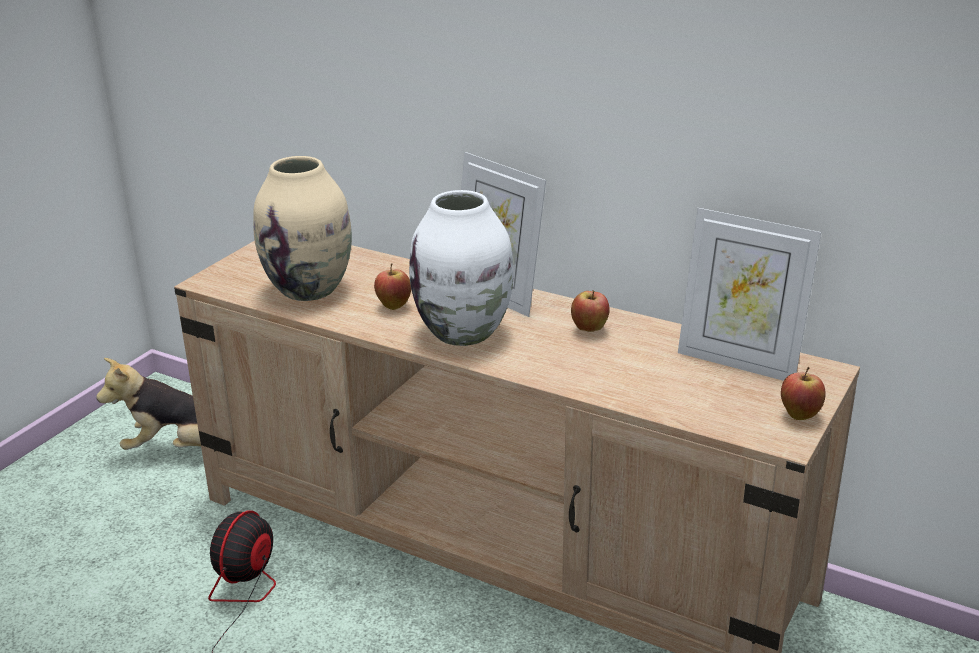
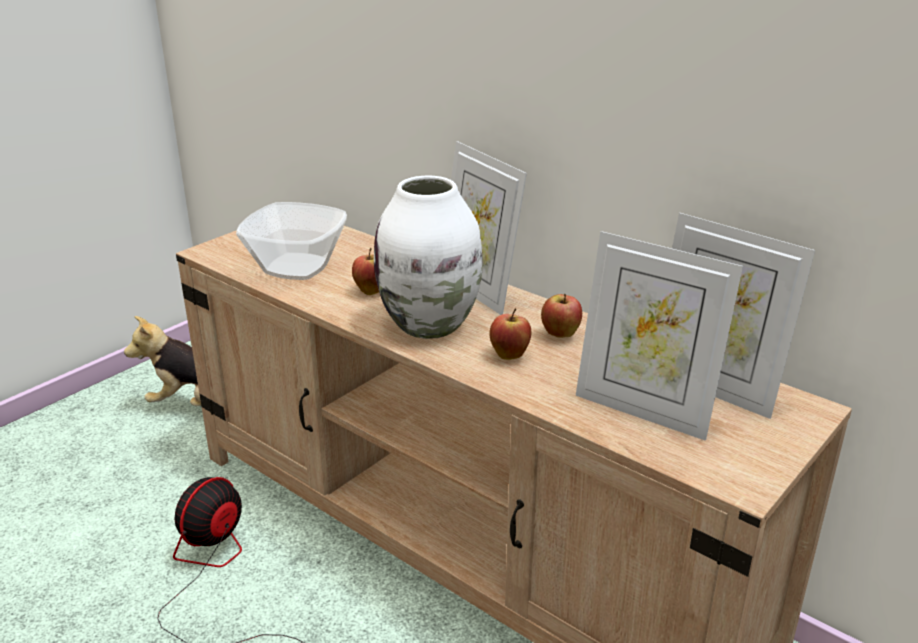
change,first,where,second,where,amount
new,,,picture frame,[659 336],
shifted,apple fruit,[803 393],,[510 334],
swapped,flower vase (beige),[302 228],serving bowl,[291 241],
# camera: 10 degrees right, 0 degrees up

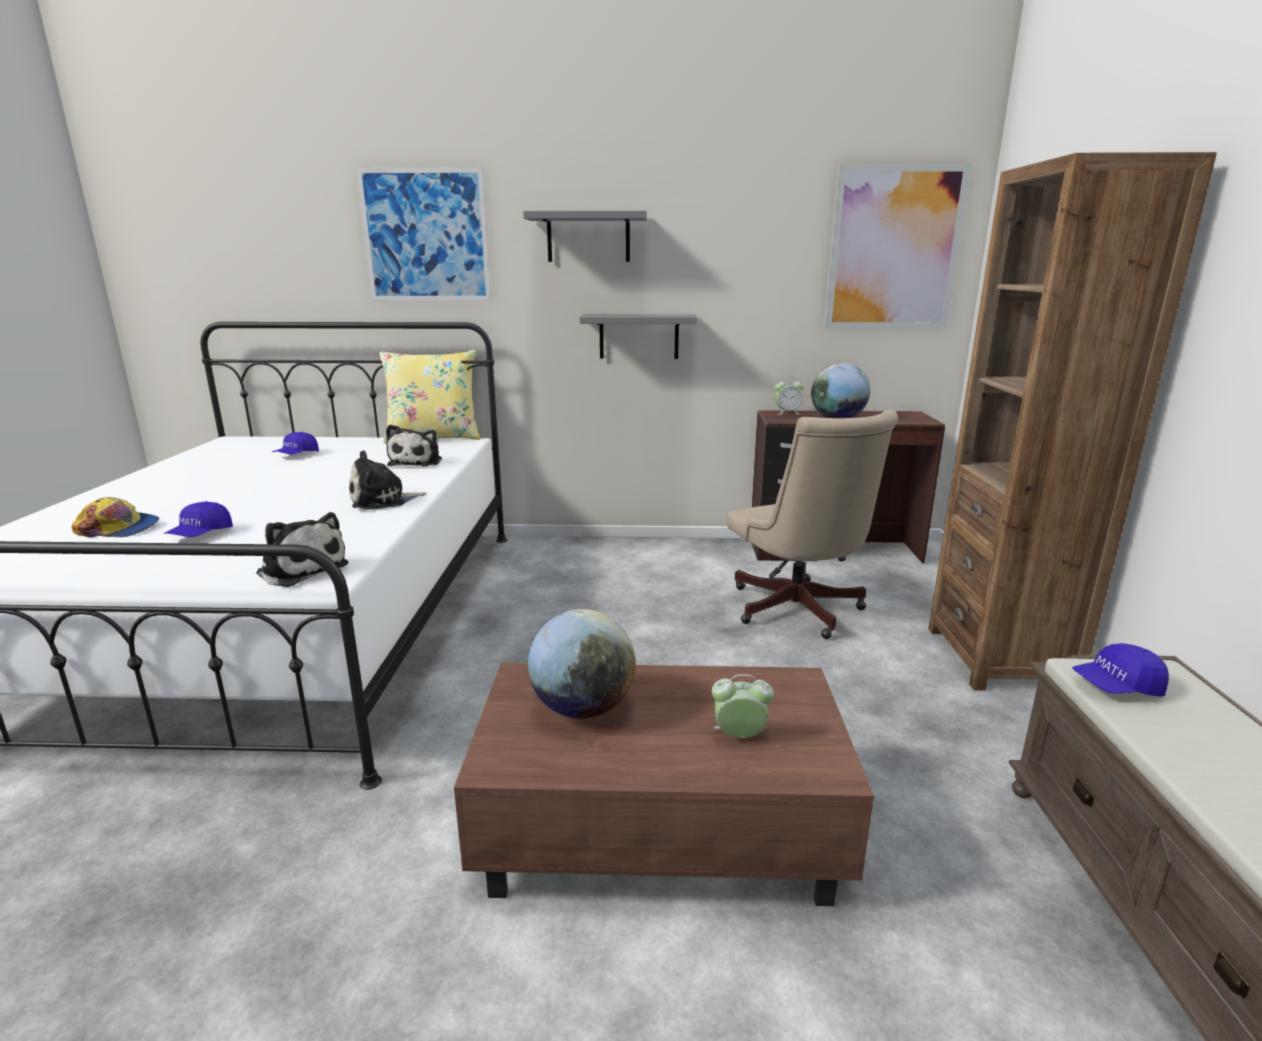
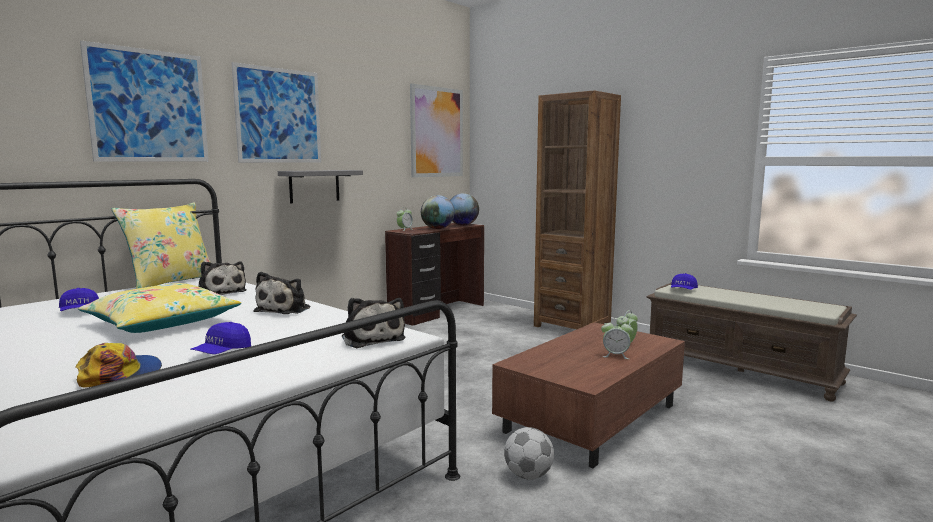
change,first,where,second,where,amount
gone,desk chair (beige),[812 524],,,
new,,,throw pillow (yellow),[159 308],
new,,,ball for football,[529 453],
new,,,bedside clock,[617 338],
shifted,world globe,[581 664],,[464 209],
swapped,bracket shelf (grey),[585 236],picture,[276 112],
rotated,baseball cap (bluish),[198 519],,[220 338],60 degrees clockwise
rotated,plush toy,[302 549],,[373 323],75 degrees clockwise
# camera: 50 degrees left, 10 degrees down

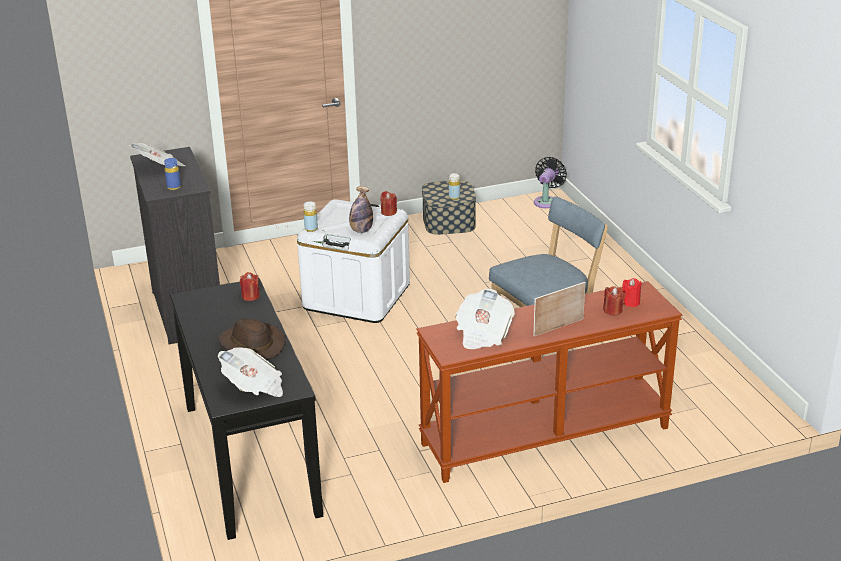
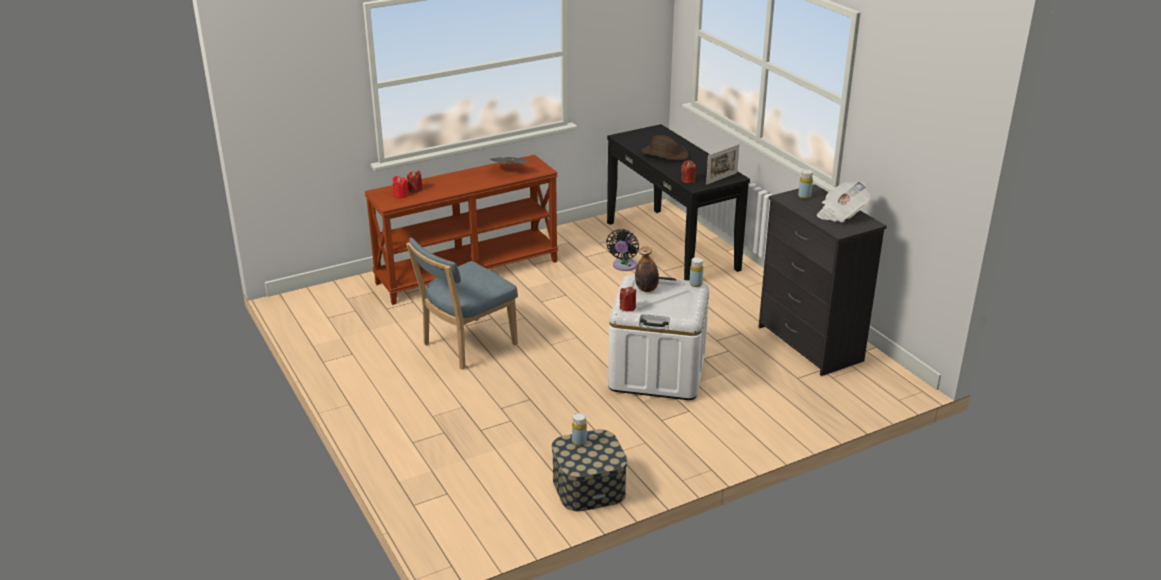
change,first,where,second,where,amount
gone,daily paper,[250 372],,,
shifted,picture frame,[559 309],,[722 164],
shifted,cooling fan (black-coloured),[550 182],,[622 250],
repainted,bottle (bluish),[172 174],bottle (yellow),[805 184],
# camera: 170 degrees right, 0 degrees up

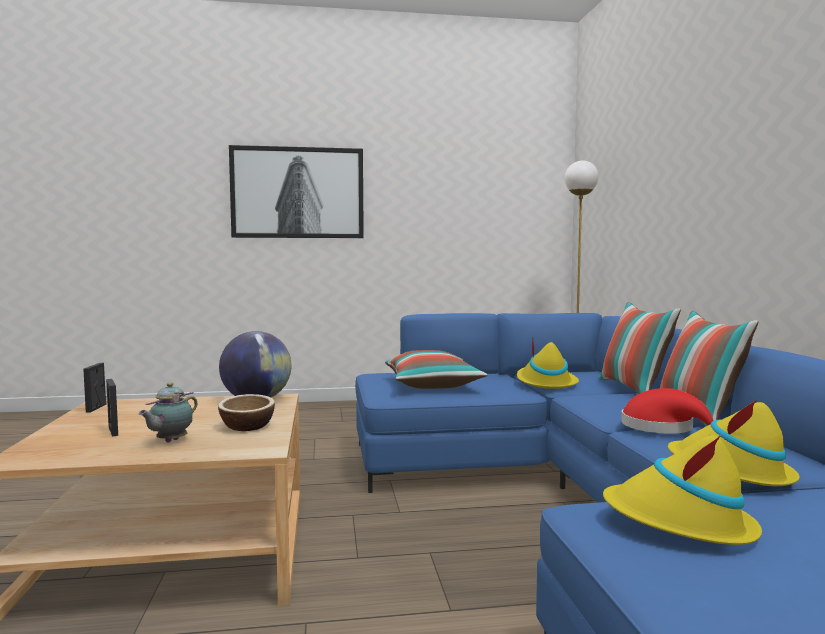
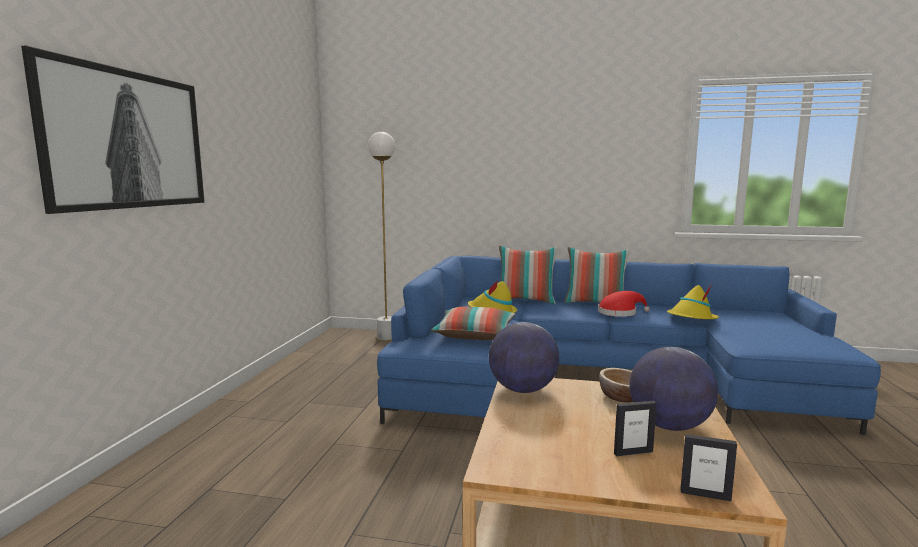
change,first,where,second,where,amount
gone,wearable hat (yellow),[682 490],,,
shifted,picture frame,[94 388],,[708 467],
swapped,teapot,[167 412],world globe,[673 389],
# camera: 70 degrees left, 5 degrees up

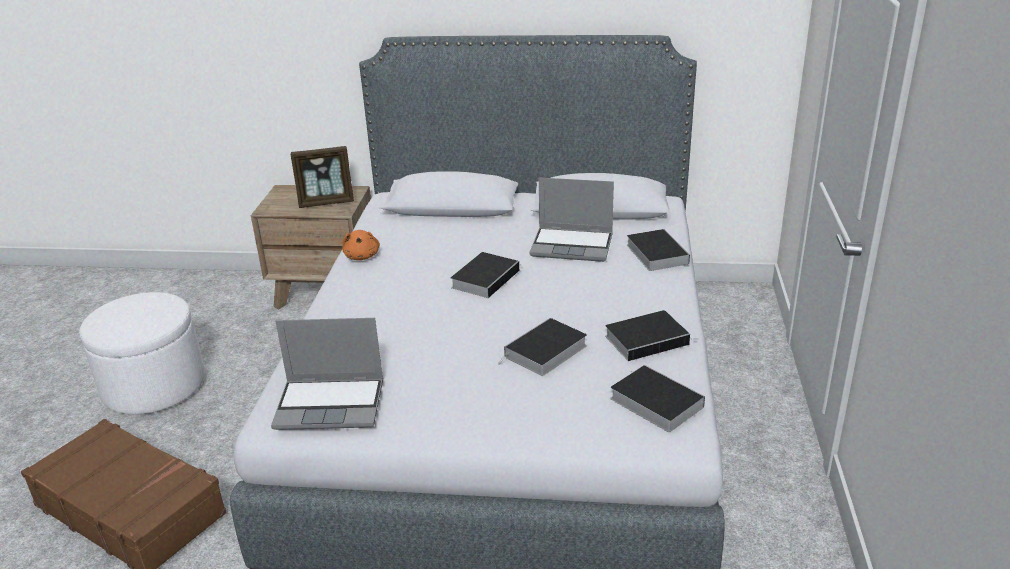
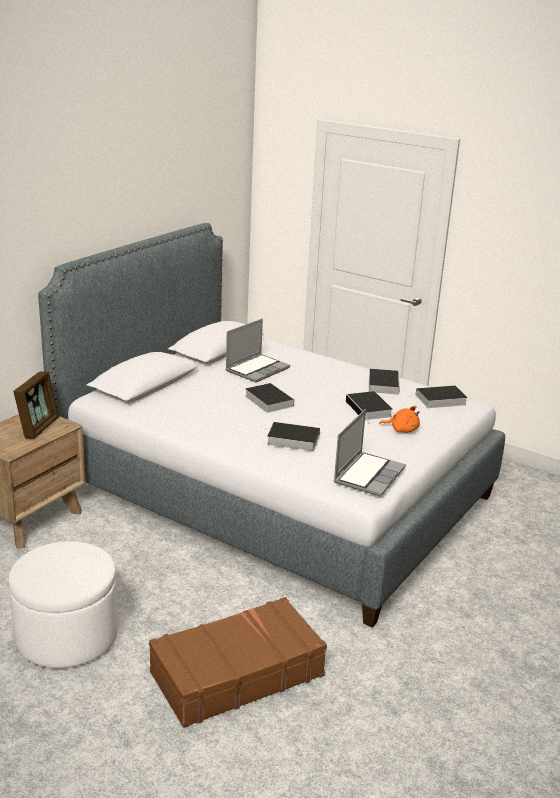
change,first,where,second,where,amount
shifted,plush toy (orange),[361 245],,[399 419],
shifted,bound book,[658 250],,[293 436],
# camera: 65 degrees left, 5 degrees down

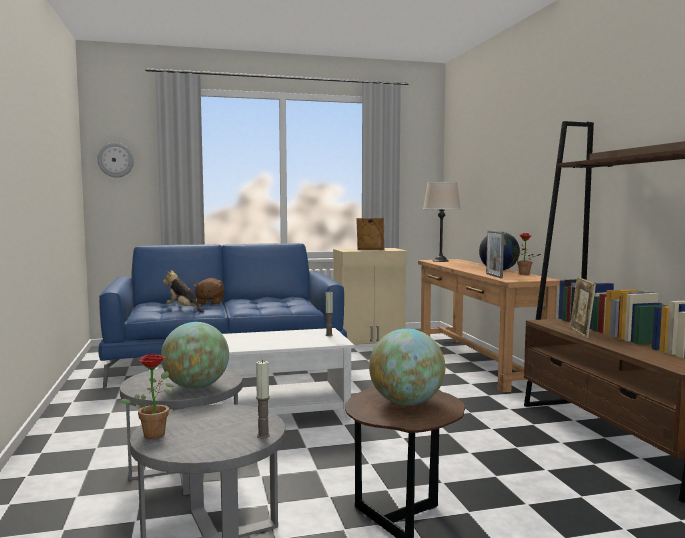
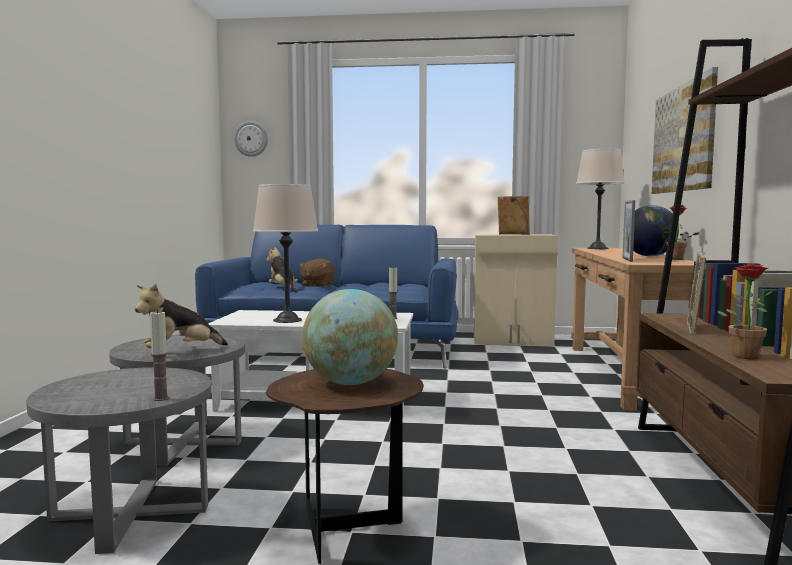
change,first,where,second,where,amount
new,,,lamp for a table (beige),[285 253],
new,,,picture,[685 130],
shifted,plant in a pot,[147 396],,[744 311],
swapped,world globe,[195 355],plush toy,[181 316],
# camera: 20 degrees right, 0 degrees up

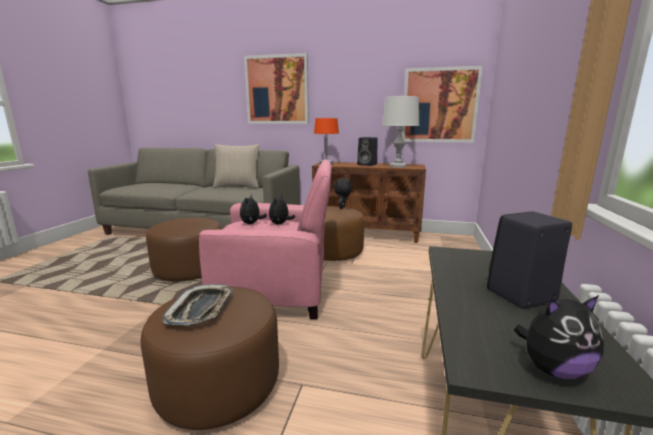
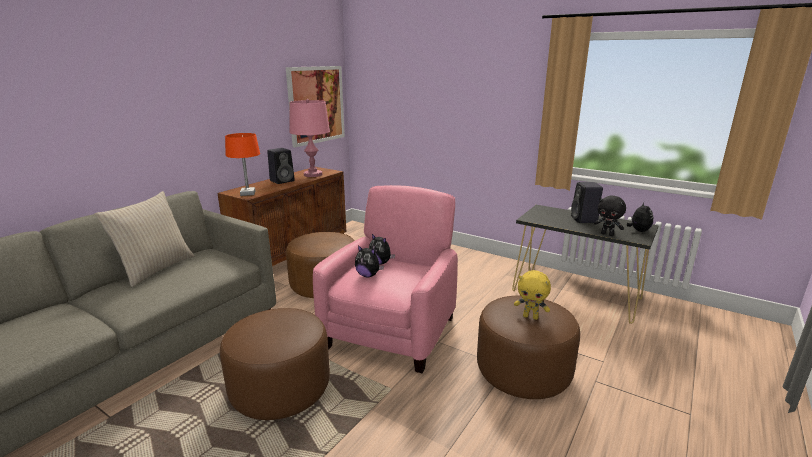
change,first,where,second,where,amount
gone,picture,[276 88],,,
shifted,plush toy (black-coloured),[343 193],,[610 216],
swapped,serving tray,[197 304],plush toy (yellow),[532 295],
repainted,lamp for a table (white),[400 131],lamp for a table (pink-coloured),[310 138],
# camera: 70 degrees left, 5 degrees up

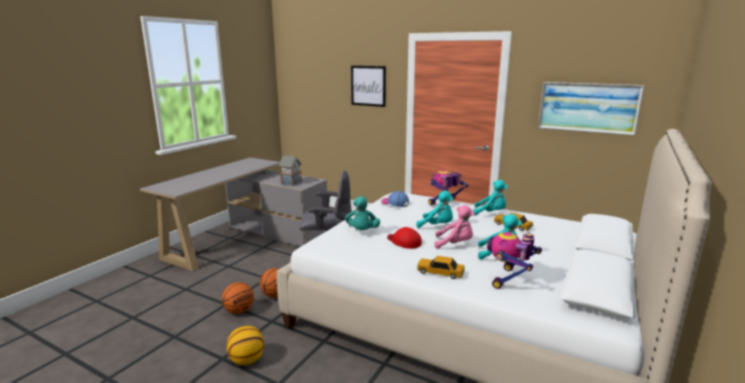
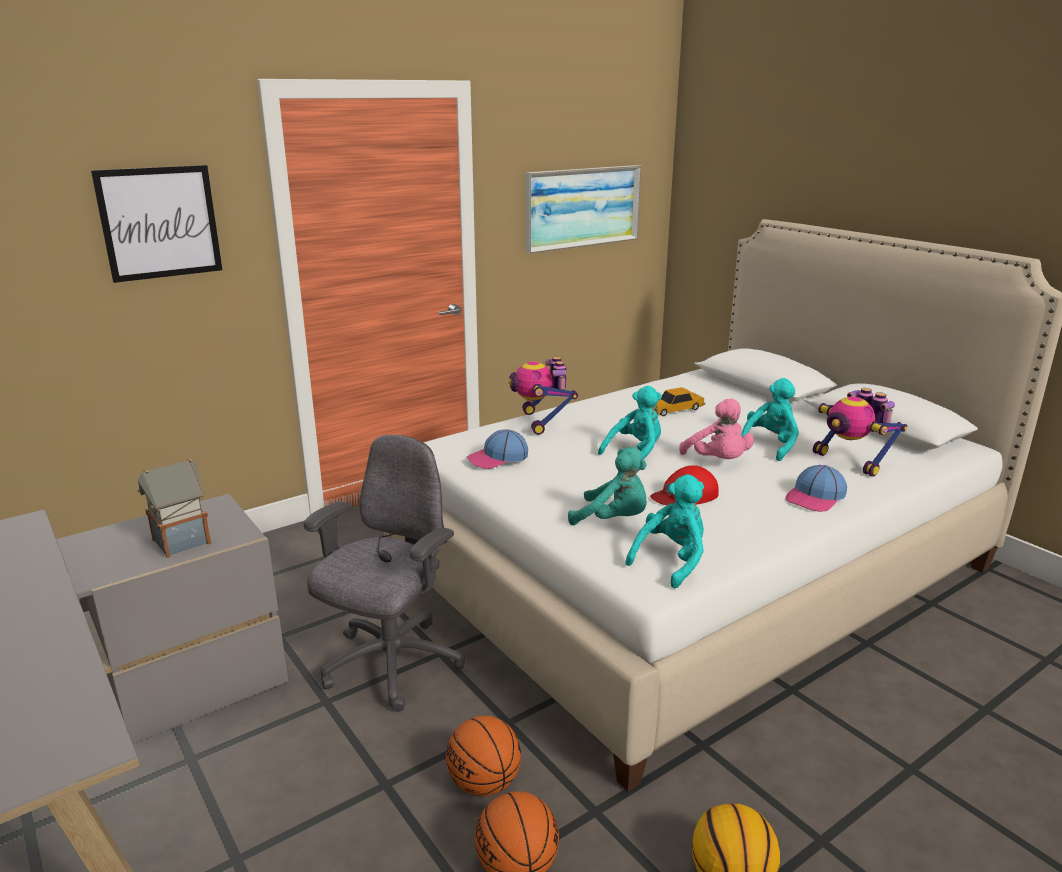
change,first,where,second,where,amount
shifted,plush toy (turquoise-coloured),[490 198],,[664 531],
swapped,toy car,[441 267],baseball cap,[816 488],
rotated,plush toy (pink-coloured),[455 227],,[716 429],120 degrees clockwise
# camera: 65 degrees left, 5 degrees up

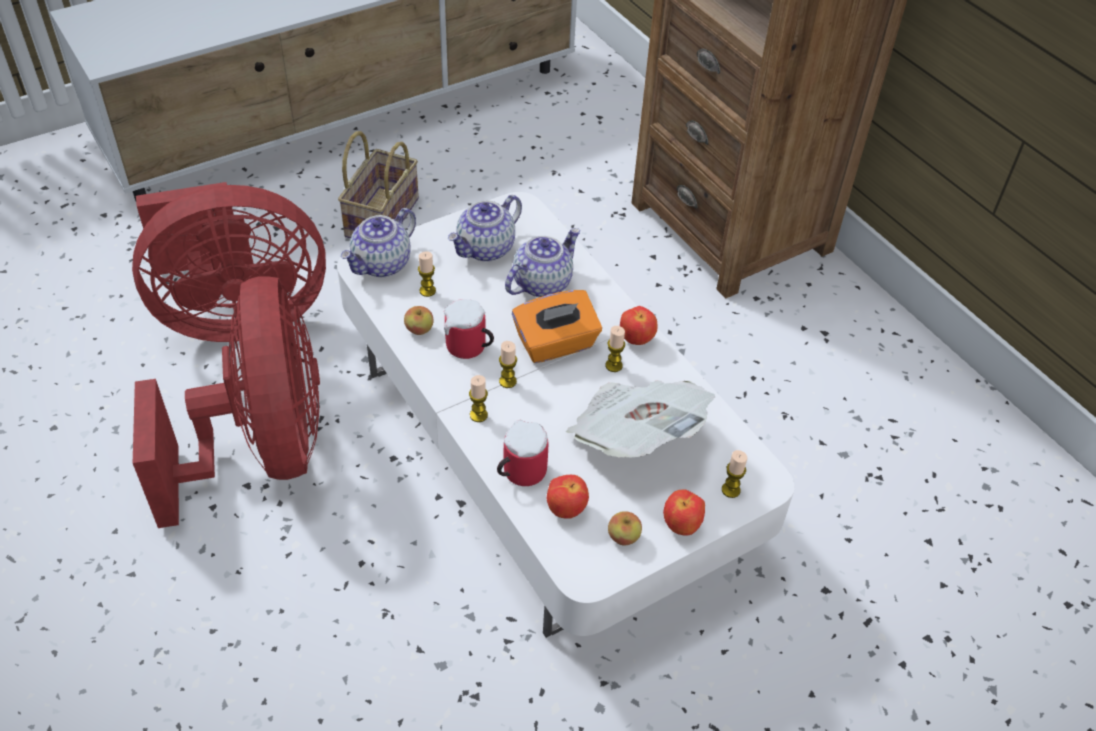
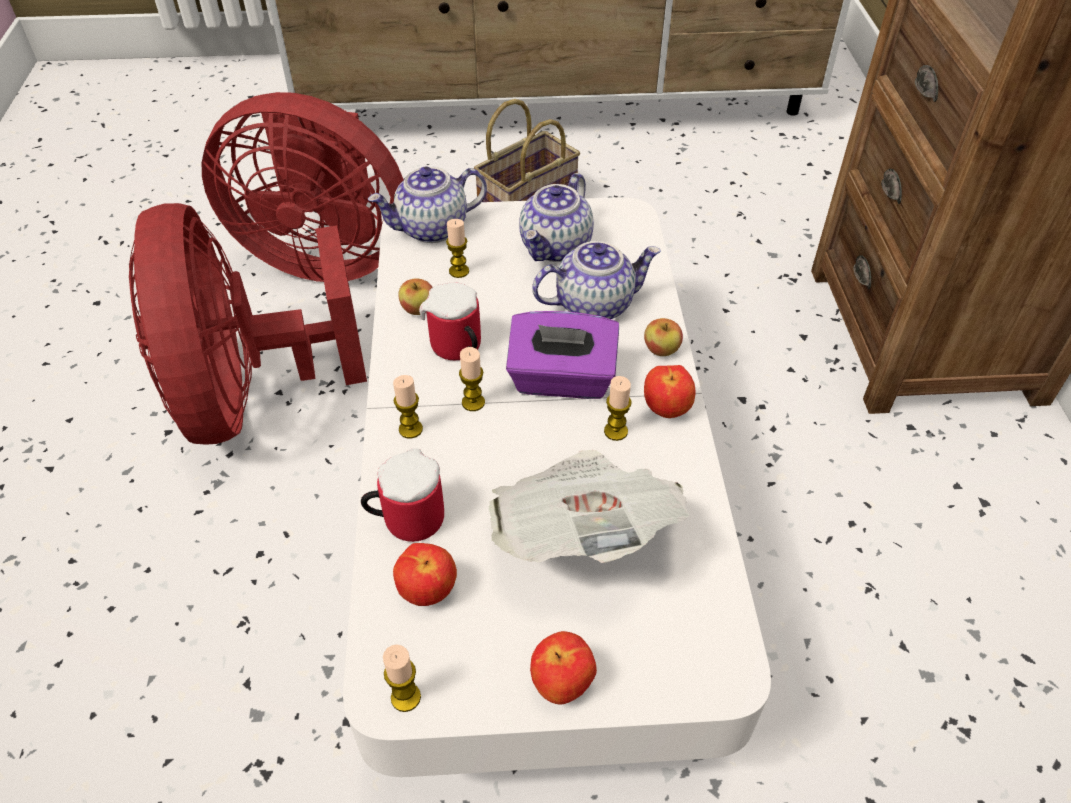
change,first,where,second,where,amount
shifted,apple fruit,[625 528],,[663 337],
shifted,wax light,[734 474],,[402 678],
repainted,box of tissues (orange),[557 326],box of tissues (purplish),[562 355],
rotated,cooling fan (red),[226 402],,[248 324],150 degrees clockwise
rotated,teapot,[485 228],,[556 217],45 degrees counterclockwise
# camera: 30 degrees right, 0 degrees up

